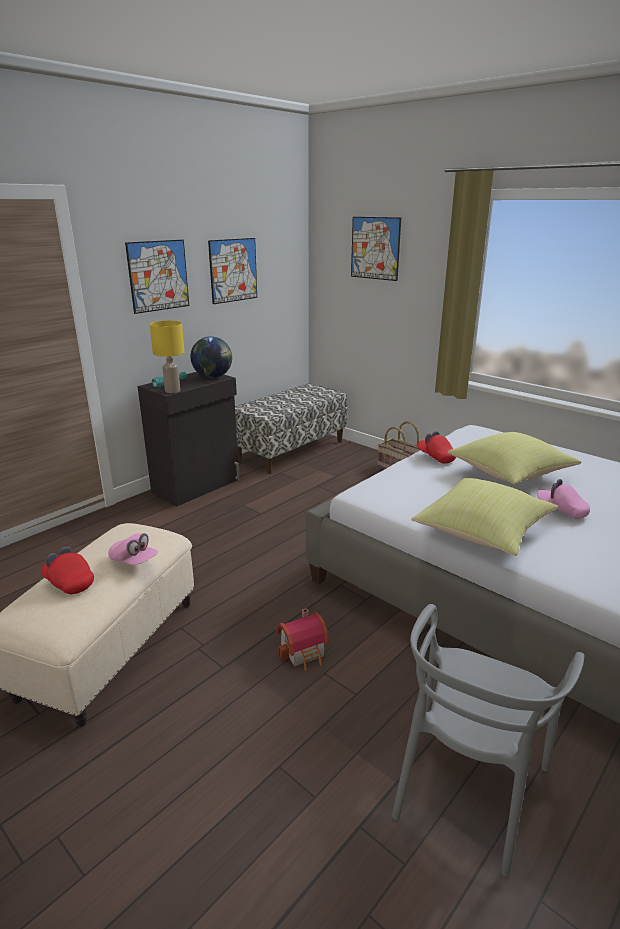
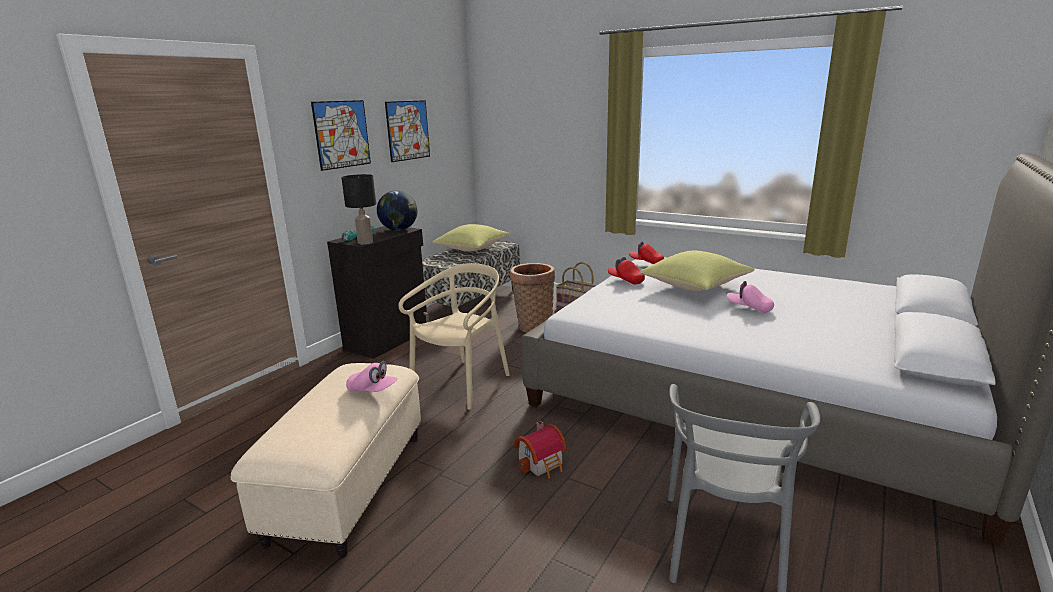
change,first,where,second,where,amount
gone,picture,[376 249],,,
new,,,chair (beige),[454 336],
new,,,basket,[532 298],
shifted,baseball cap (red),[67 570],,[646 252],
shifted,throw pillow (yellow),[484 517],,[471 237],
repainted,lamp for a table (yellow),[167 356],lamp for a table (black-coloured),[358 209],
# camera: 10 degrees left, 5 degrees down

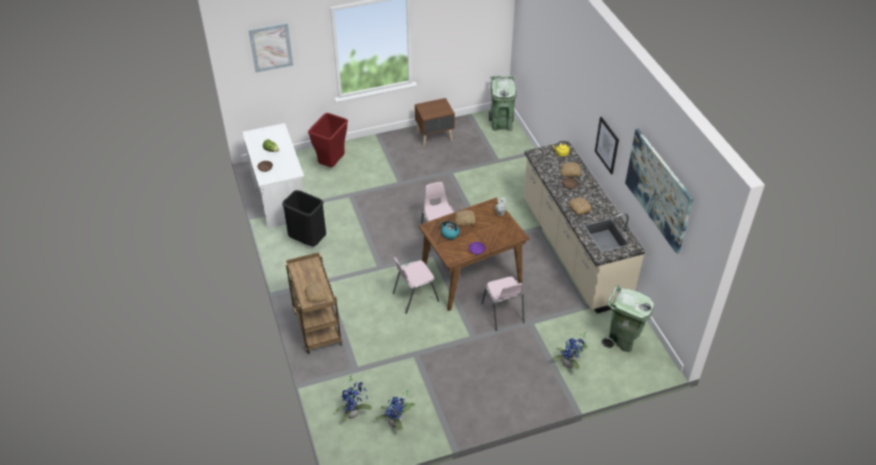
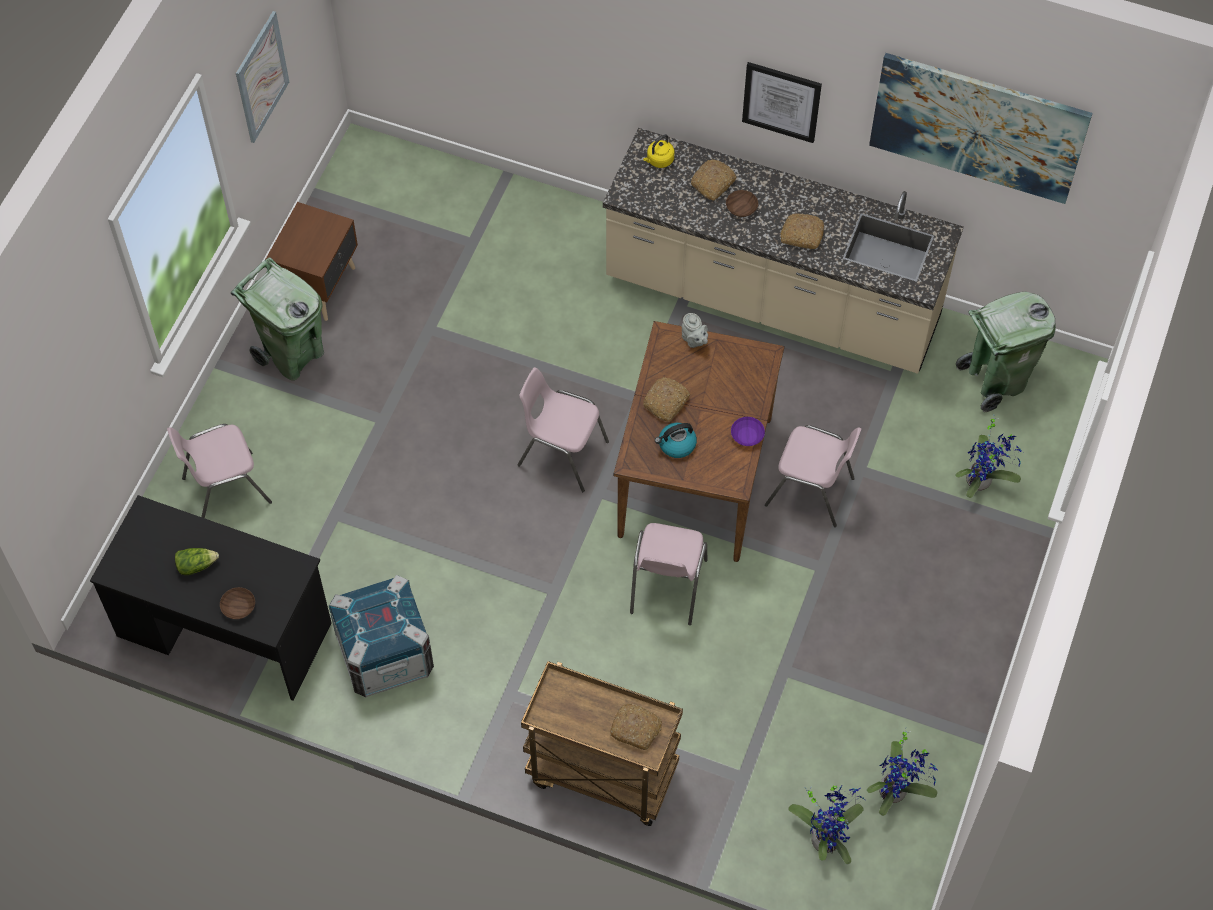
change,first,where,second,where,amount
shifted,picture,[271 47],,[262 77],
shifted,trash can (green-coloured),[502 103],,[277 319],
swapped,trash can (black-coloured),[304 218],shipping crate,[381 636],
swapped,trash can (red),[328 140],chair (pink-coloured),[219 471],
repainted,desk table (white),[273 175],desk table (black-coloured),[211 598],
# camera: 50 degrees left, 15 degrees up

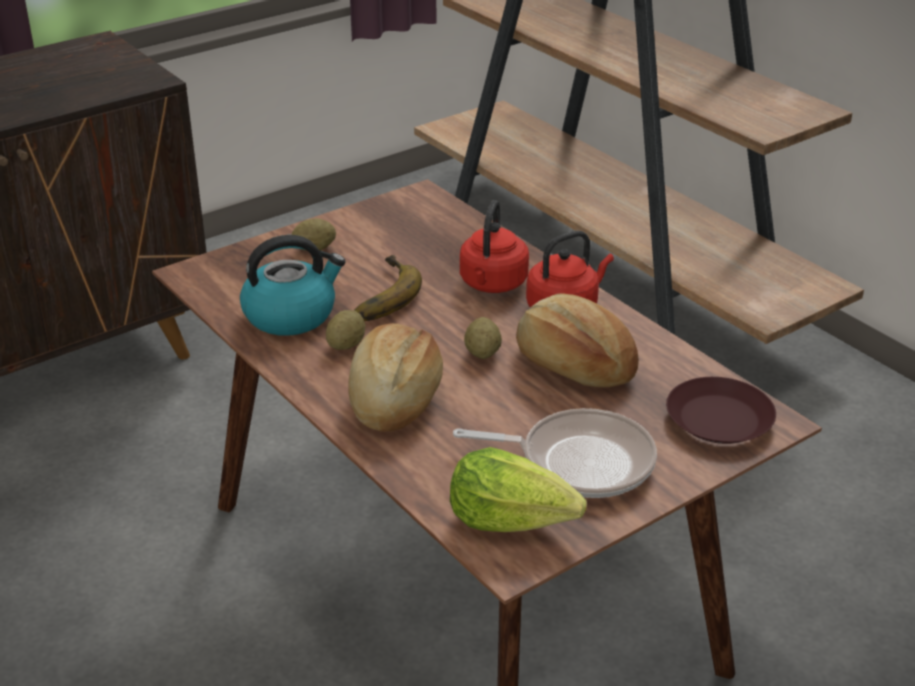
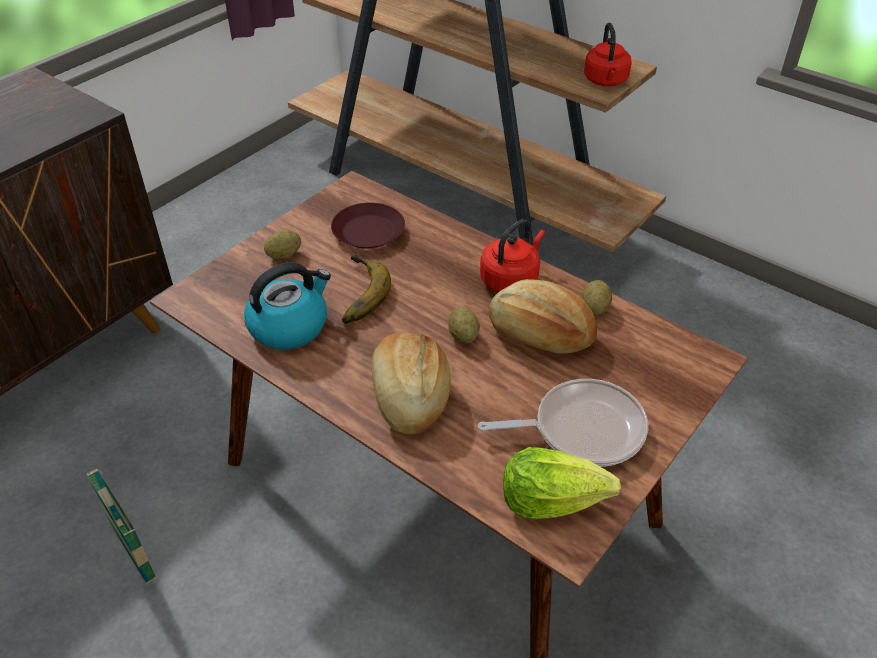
change,first,where,second,where,amount
new,,,basket,[121 524],
shifted,potato,[345 330],,[596 297],
shifted,tea kettle (red),[494 246],,[608 54],
shifted,flat dish (brownish),[721 410],,[368 226],
# camera: 15 degrees left, 10 degrees up

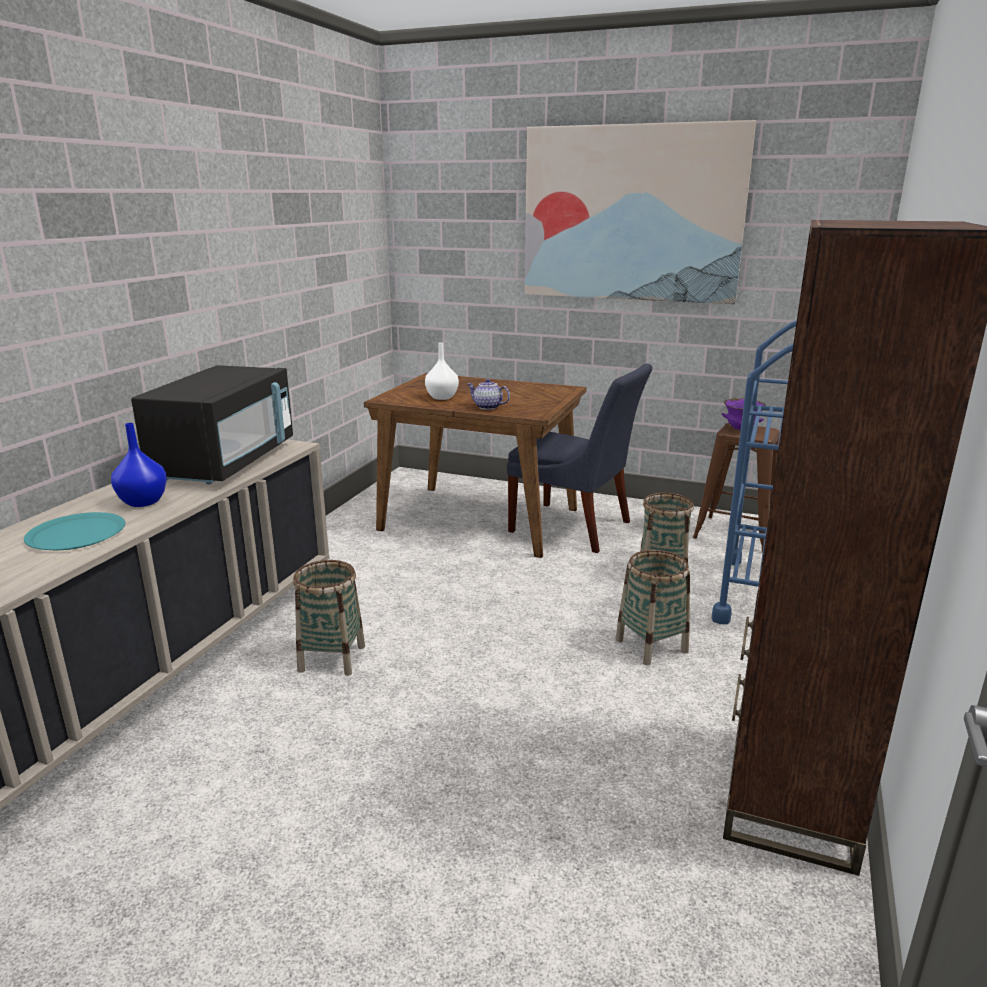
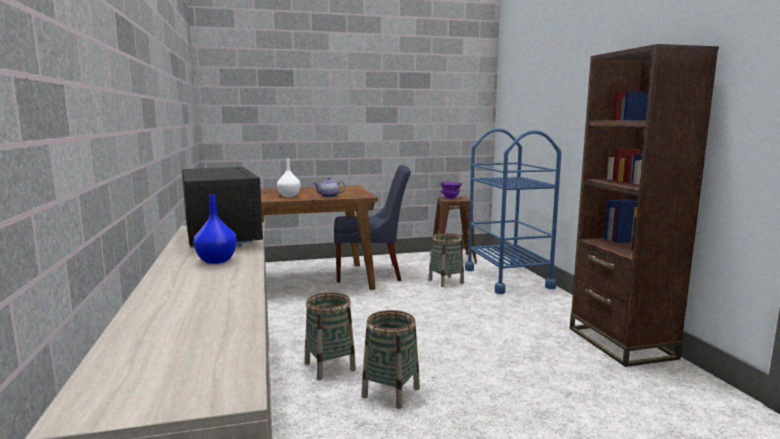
change,first,where,second,where,amount
gone,flat dish (turquoise-coloured),[74 531],,,
gone,picture,[640 212],,,
shifted,basket,[652 607],,[391 359],
# camera: 35 degrees left, 10 degrees down

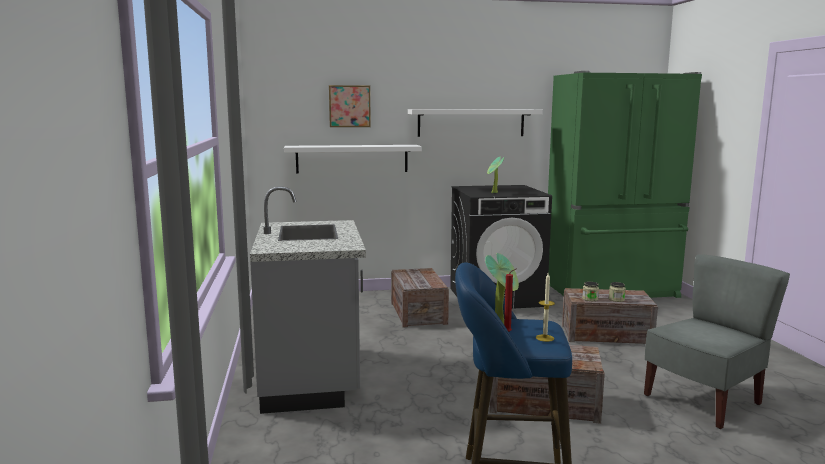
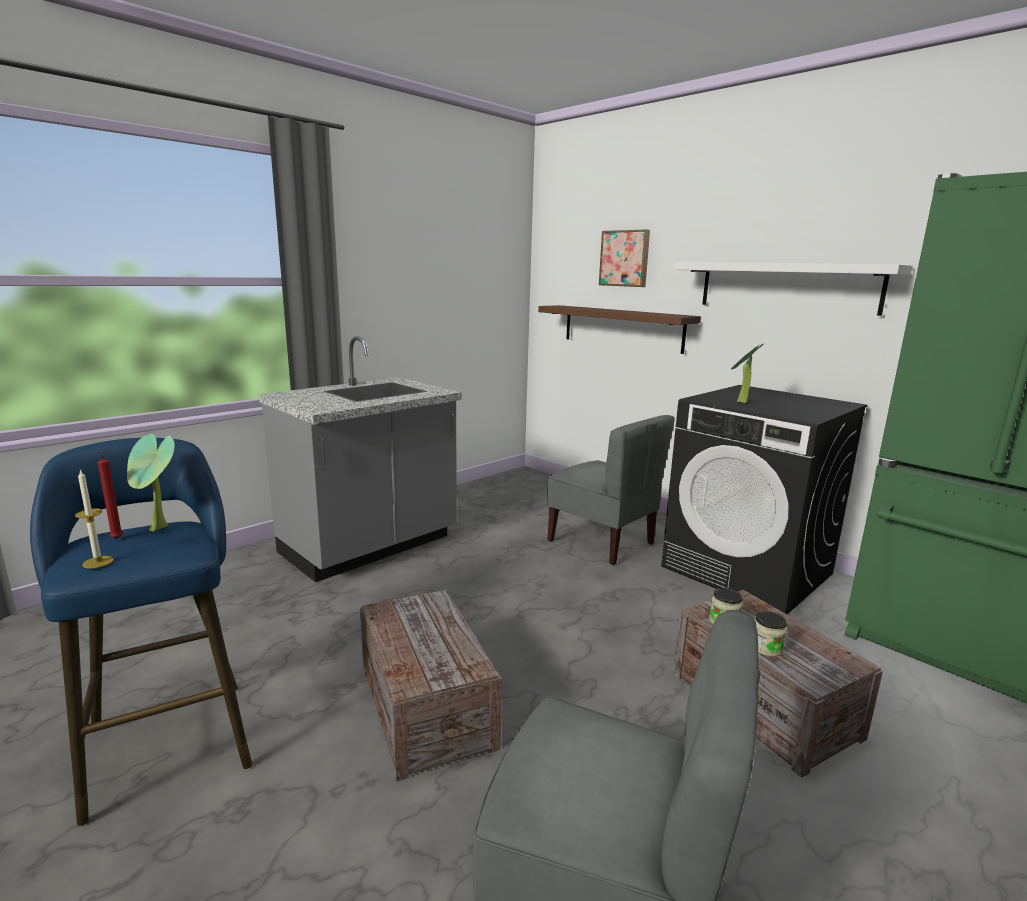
change,first,where,second,where,amount
swapped,shipping crate,[420 298],chair (grey),[611 490],
repainted,bracket shelf (white),[353 159],bracket shelf (brownish),[619 329],
# camera: 55 degrees right, 5 degrees up

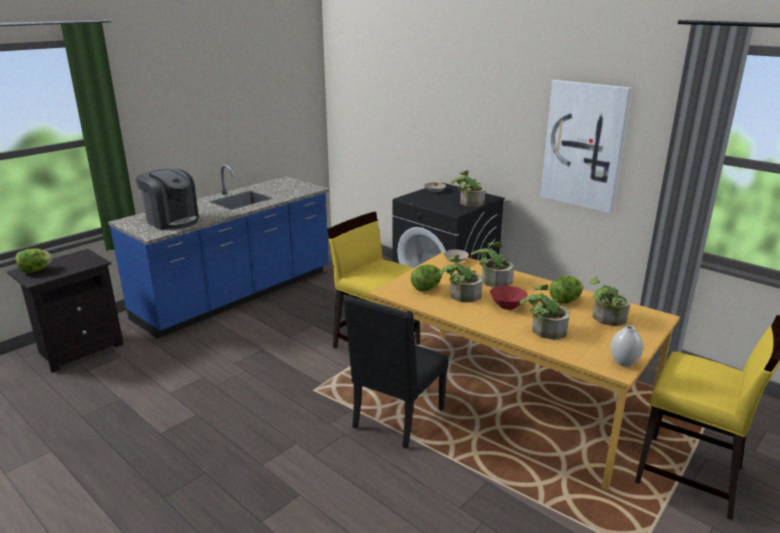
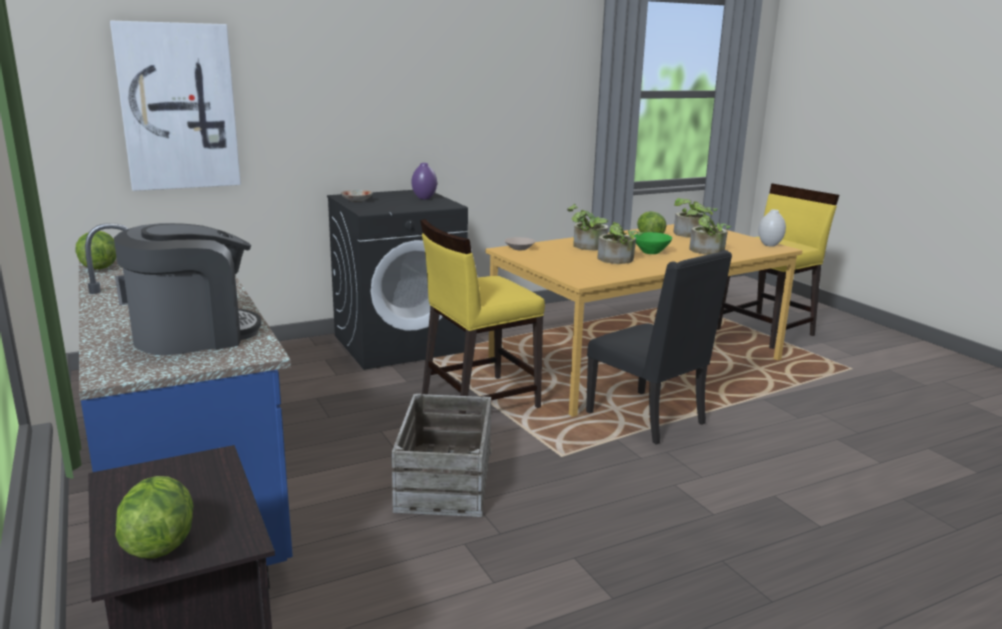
change,first,where,second,where,amount
new,,,shipping crate,[441 455],
shifted,lettuce,[426 277],,[95 250],
shifted,picture,[586 146],,[175 106],
swapped,plant in a pot,[468 188],flower vase (purplish),[424 181],
repainted,serving bowl (red),[508 298],serving bowl (green-coloured),[653 243],
# camera: 70 degrees left, 5 degrees down

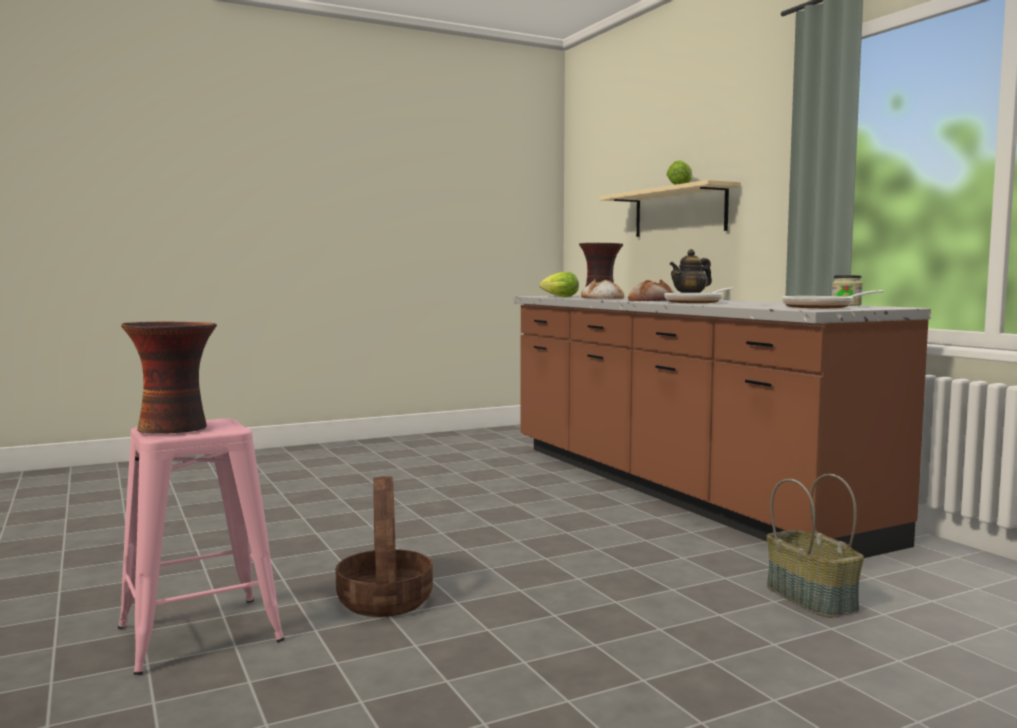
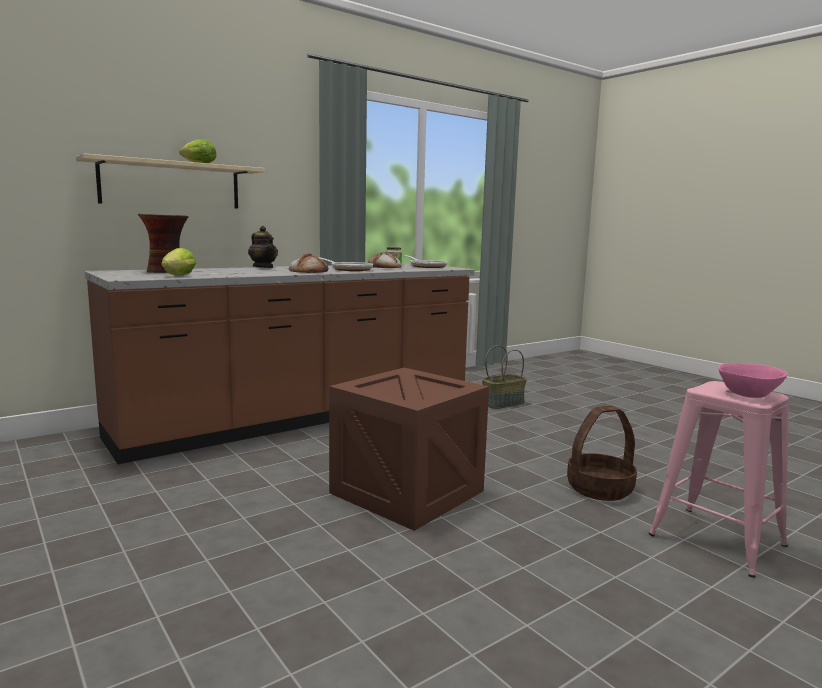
change,first,where,second,where,amount
new,,,shipping crate,[409 449],
shifted,baked bread,[602 289],,[384 260],
swapped,flower vase,[169 377],serving bowl (pink-coloured),[752 380],
# camera: 100 degrees left, 5 degrees up

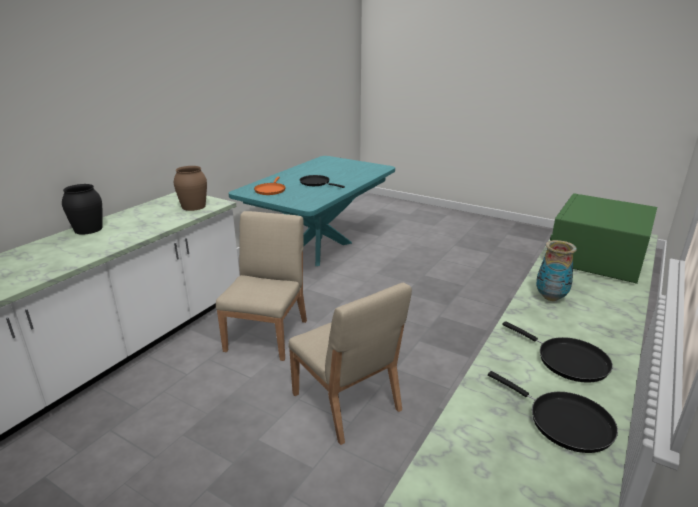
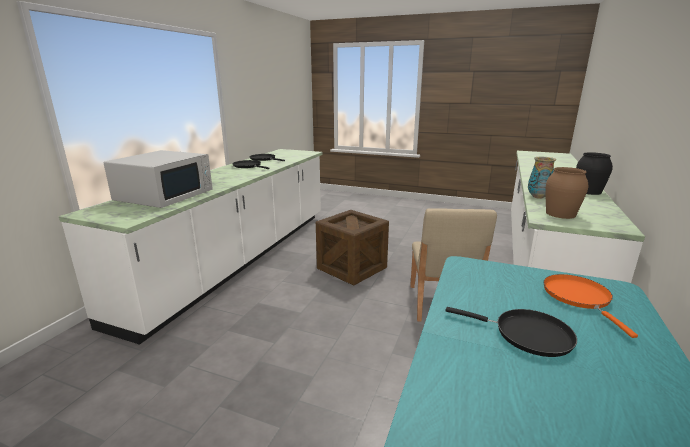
change,first,where,second,where,amount
shifted,flower vase,[556 270],,[542 178],
swapped,chair (beige),[350 364],shipping crate,[352 248],
repainted,kitchen microwave (green-coloured),[603 238],kitchen microwave (white),[158 179],
# camera: 170 degrees right, 5 degrees down

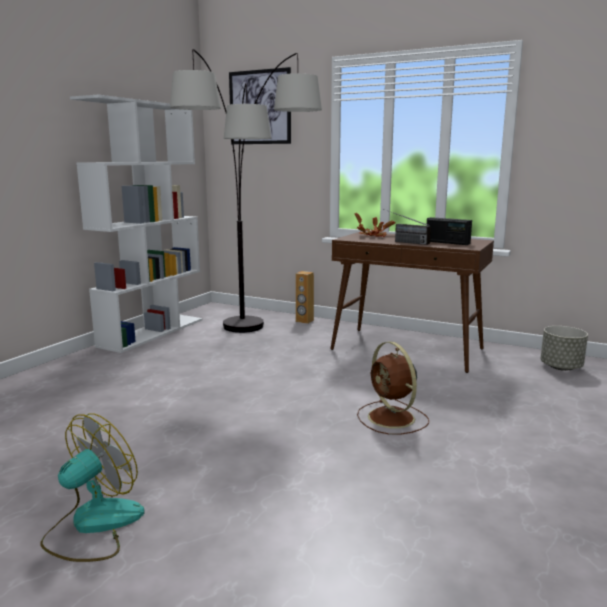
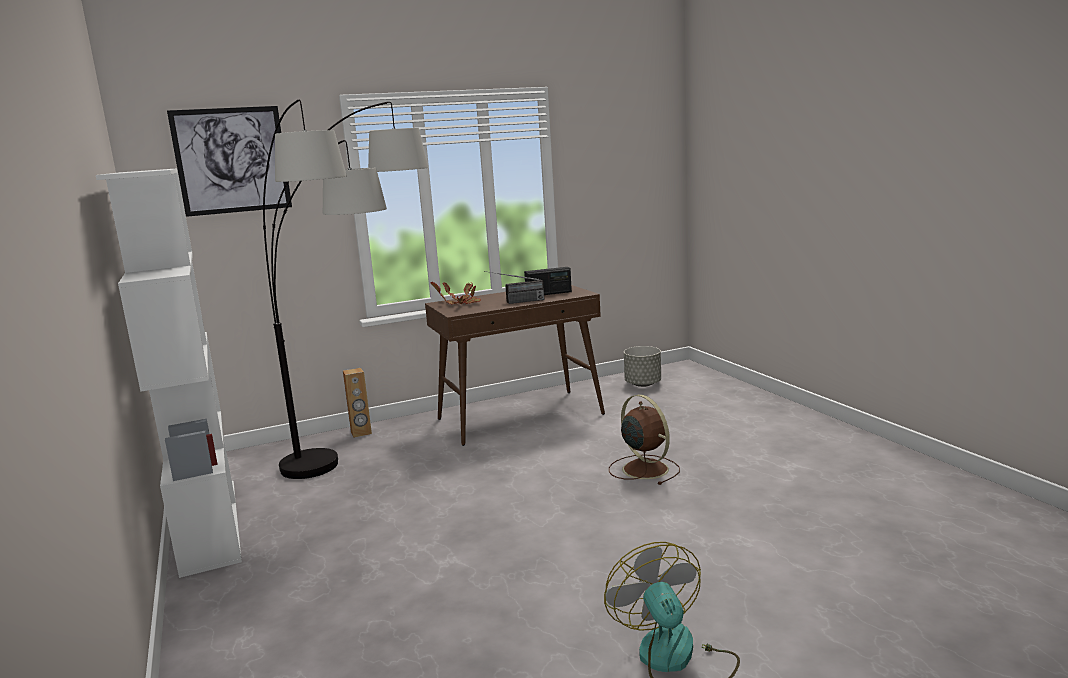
change,first,where,second,where,amount
rotated,cooling fan (brownish),[393 388],,[644 439],135 degrees counterclockwise
# camera: 50 degrees left, 0 degrees up

